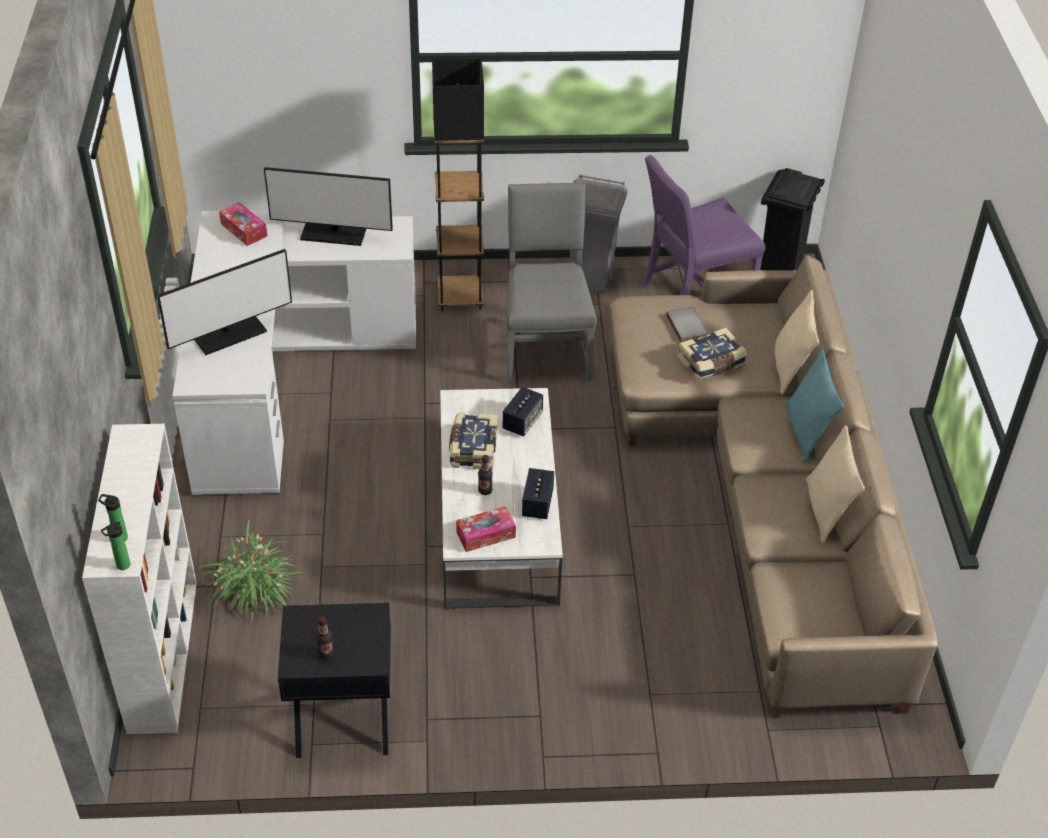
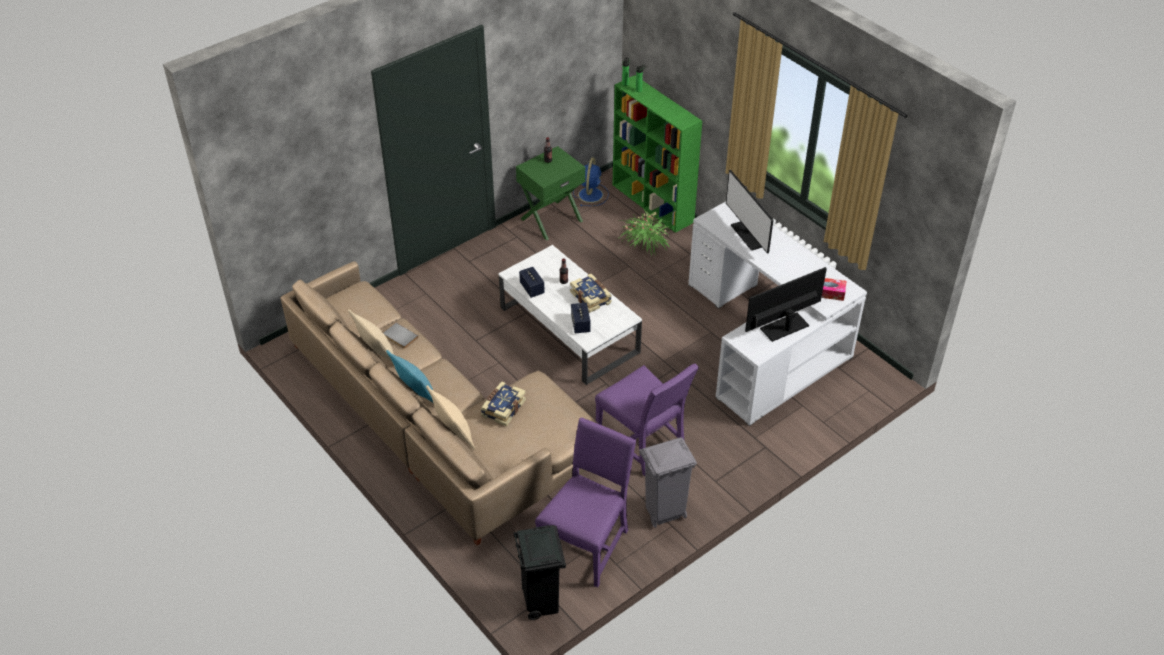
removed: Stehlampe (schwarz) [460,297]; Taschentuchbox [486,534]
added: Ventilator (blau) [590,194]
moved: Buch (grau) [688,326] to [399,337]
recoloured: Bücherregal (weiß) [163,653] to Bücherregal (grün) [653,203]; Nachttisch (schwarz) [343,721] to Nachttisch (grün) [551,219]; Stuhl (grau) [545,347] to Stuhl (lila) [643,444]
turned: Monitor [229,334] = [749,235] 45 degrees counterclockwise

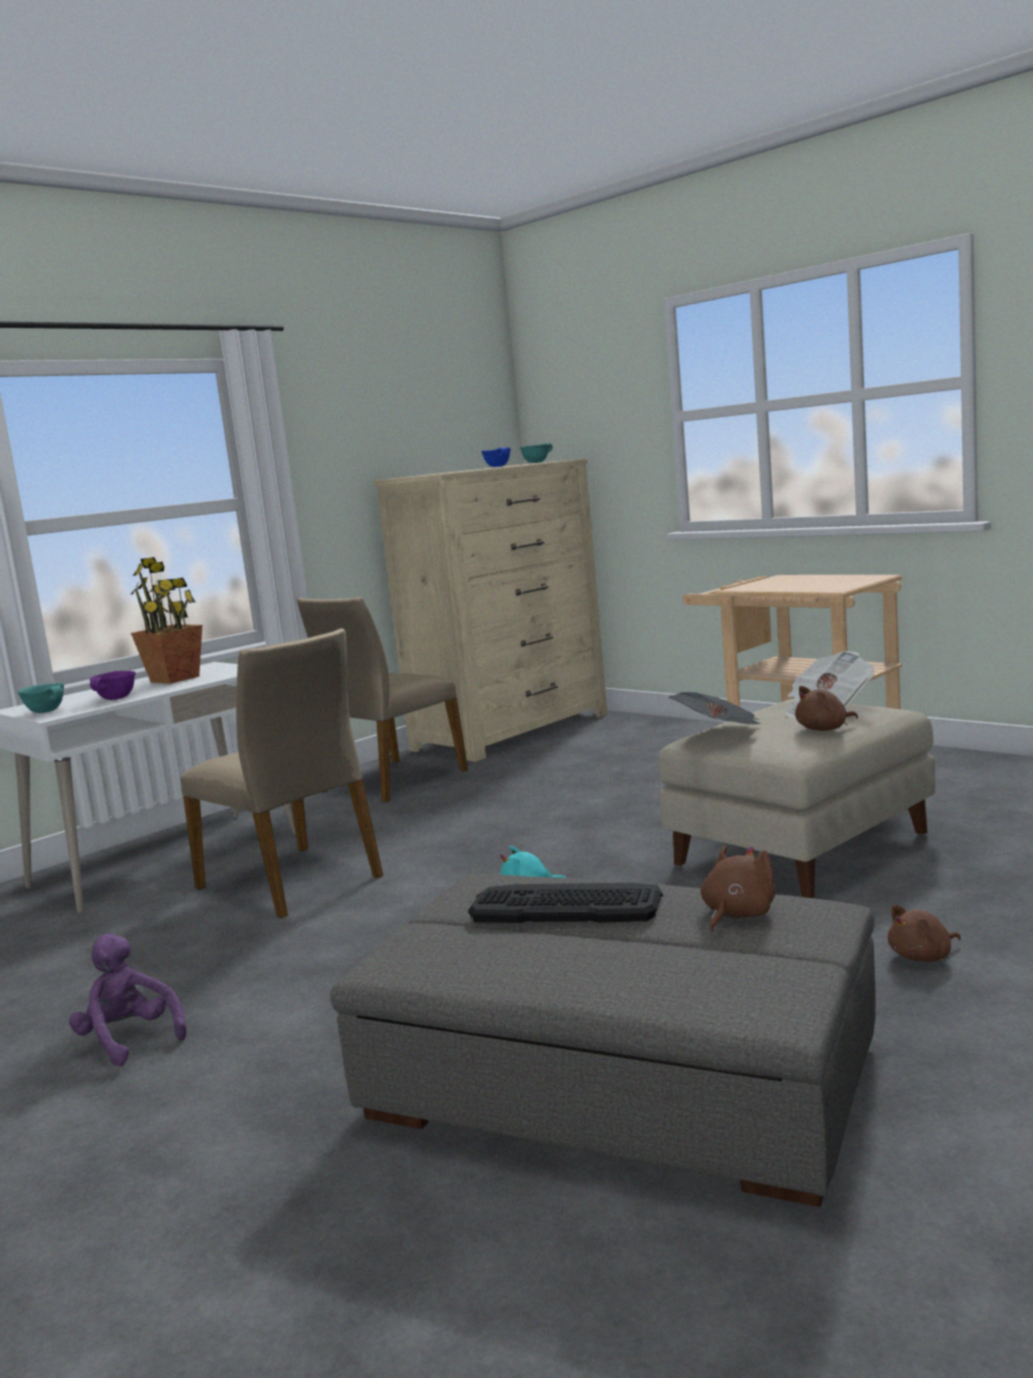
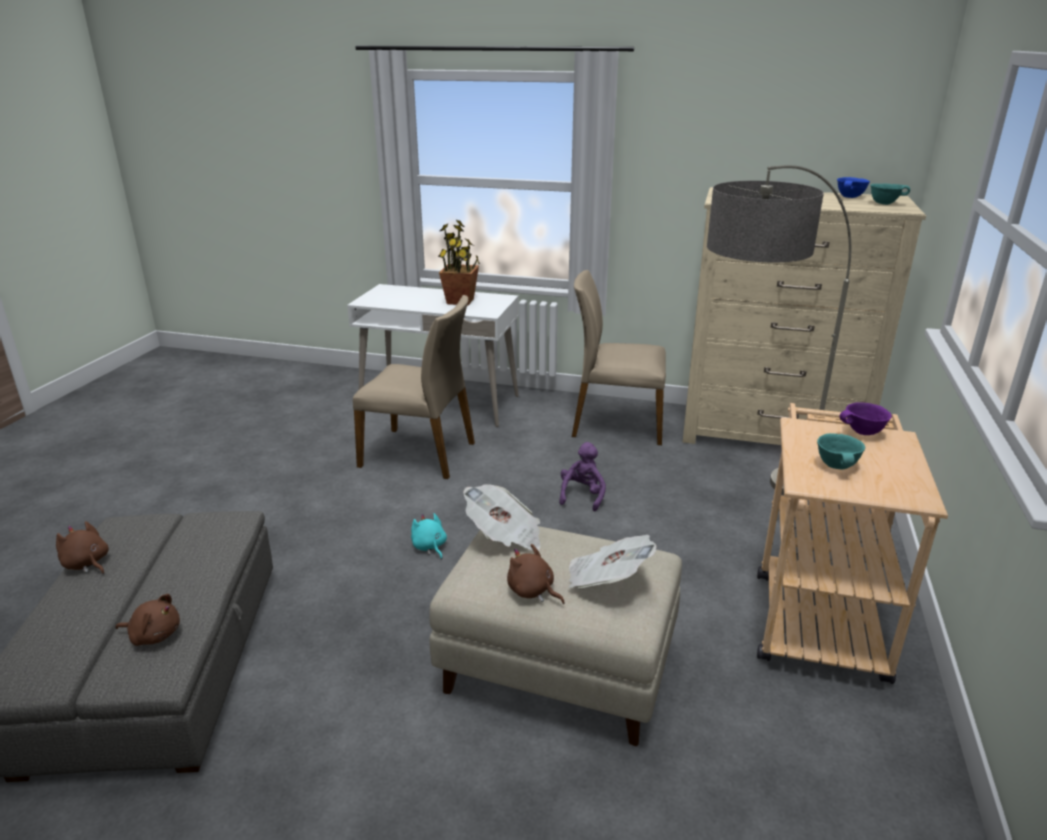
removed: Tastatur [565,904]
added: Stehlampe [748,503]
moved: Schüssel (türkis) [47,711] to [838,466]; Plüschtier (lila) [129,1040] to [582,495]; Schüssel (lila) [116,699] to [863,432]; Plüschtier (braun) [923,957] to [87,564]
turned: Stuhl (beige) [292,881] = [419,454] 90 degrees counterclockwise

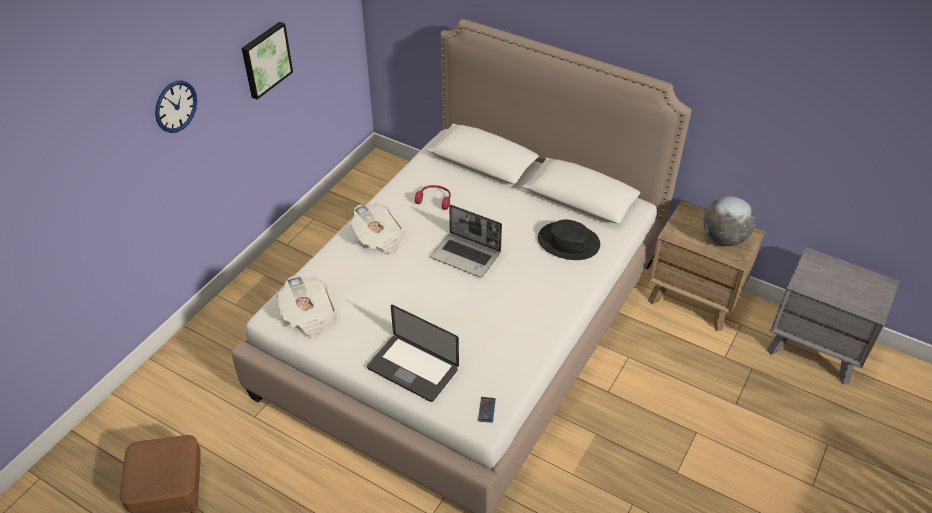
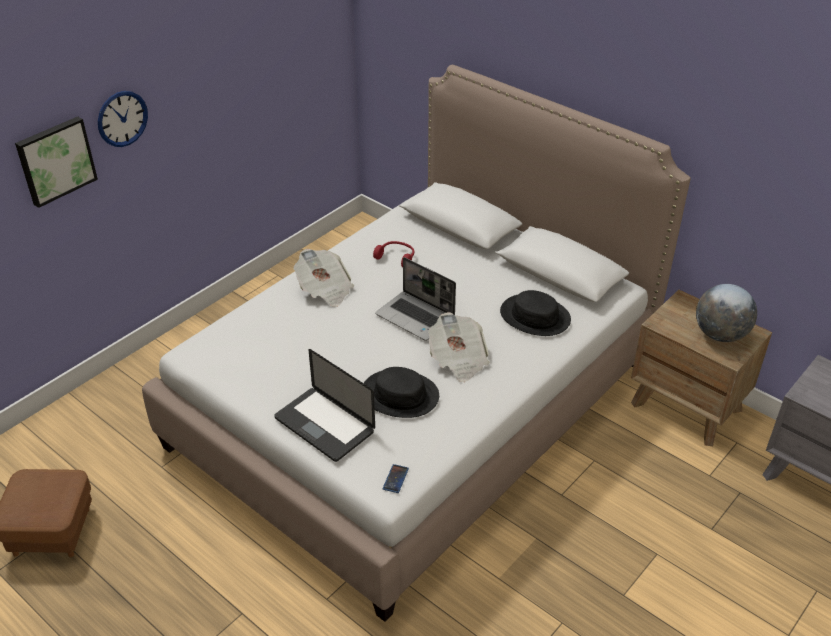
added: Hut (schwarz) [400,395]
moved: Bild [265,59] to [55,160]; Zeitung [309,316] to [458,360]

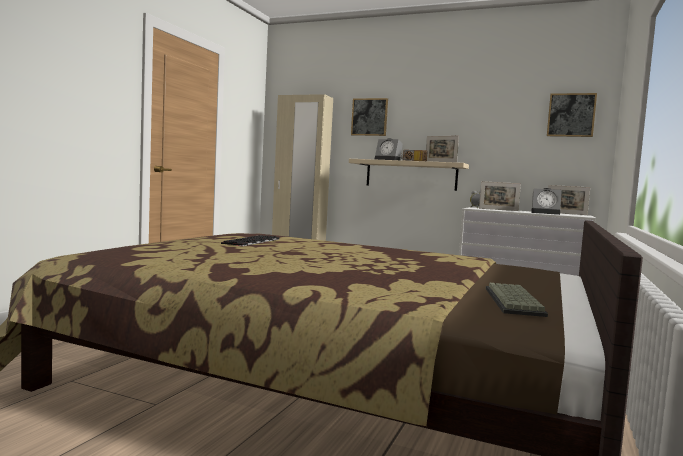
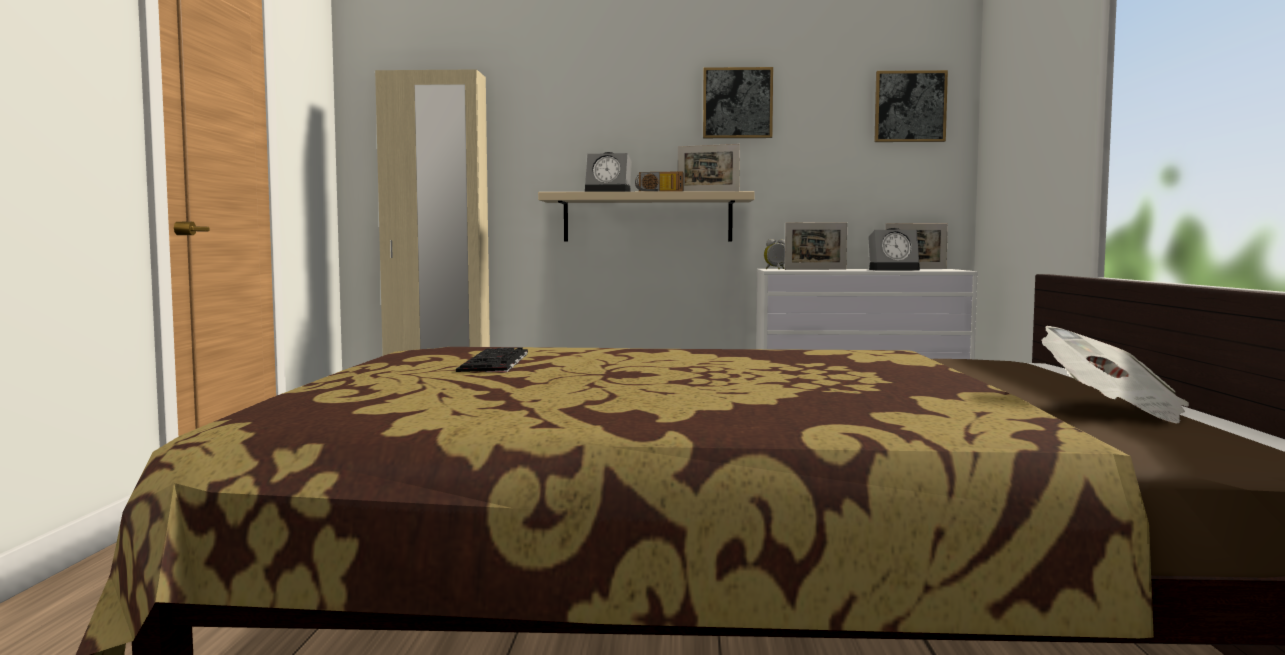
moved: Bild [369,117] to [737,103]
replaced: Tastatur [515,301] to Zeitung [1114,411]

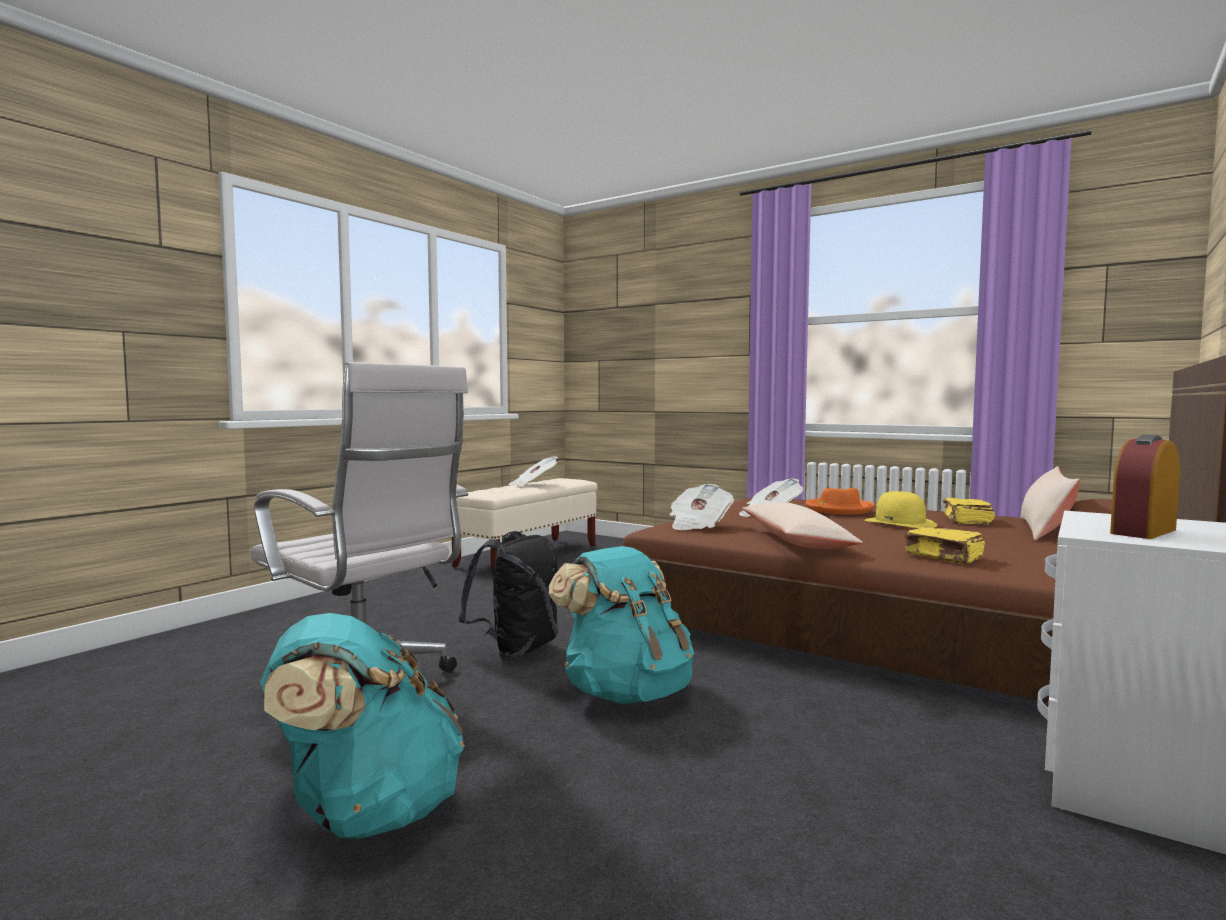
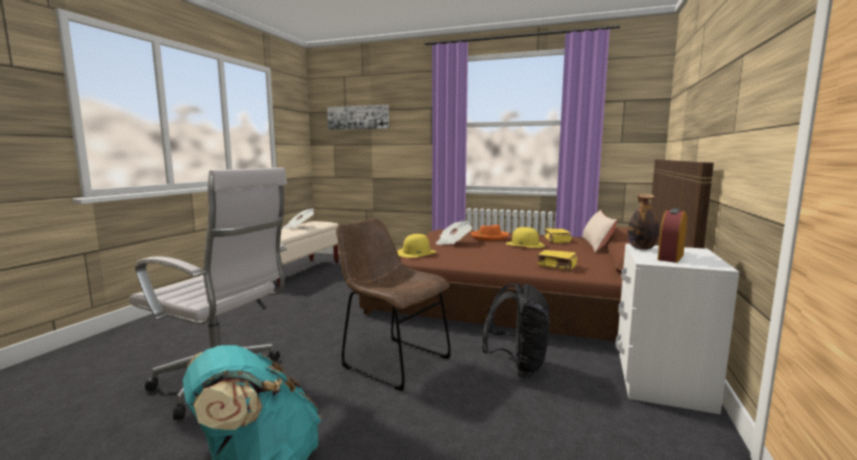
removed: Kissen (beige) [796,541]
added: Bild [358,117]; Flasche [641,248]
moved: Rucksack (schwarz) [516,650] to [517,366]
replaced: Rucksack (türkis) [626,692] to Stuhl (braun) [392,361]; Zeitung [698,525] to Hut (gelb) [416,253]

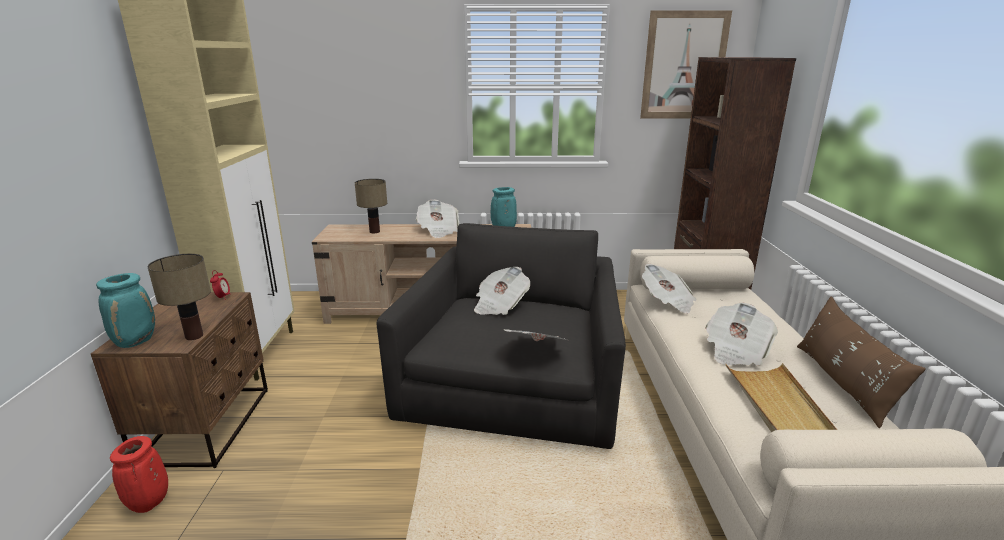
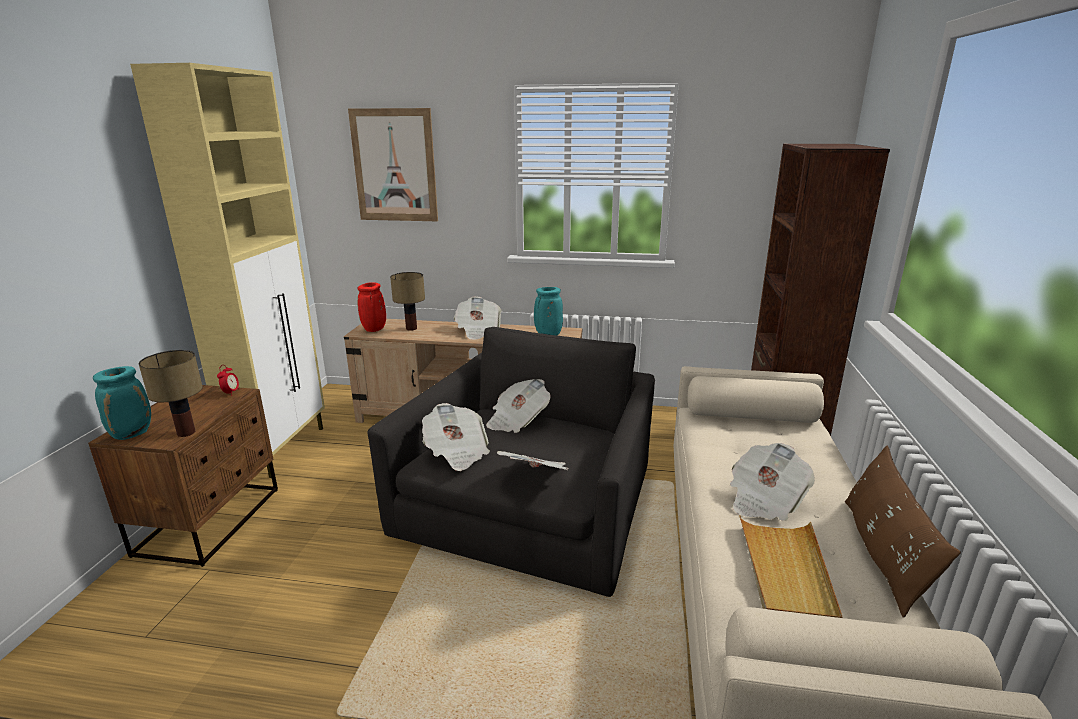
moved: Vase (rot) [149,504] to [374,330]; Bild [684,66] to [394,166]; Zeitung [667,302] to [456,452]

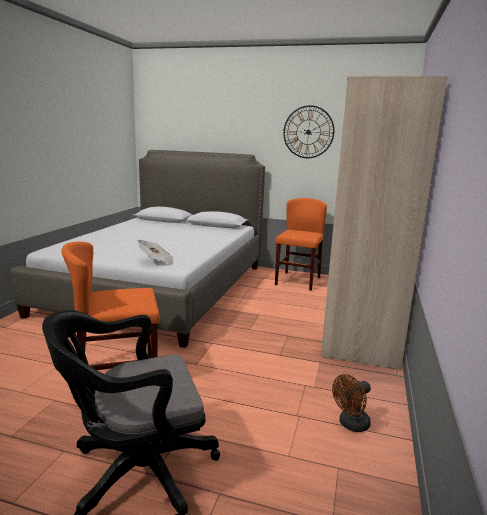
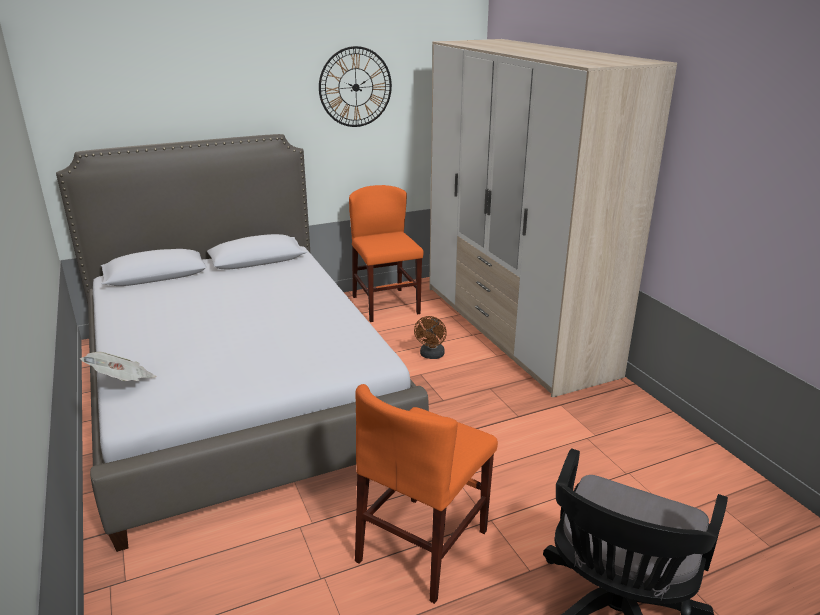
moved: Zeitung [156,261] to [123,381]; Ventilator (braun) [351,425] to [431,355]

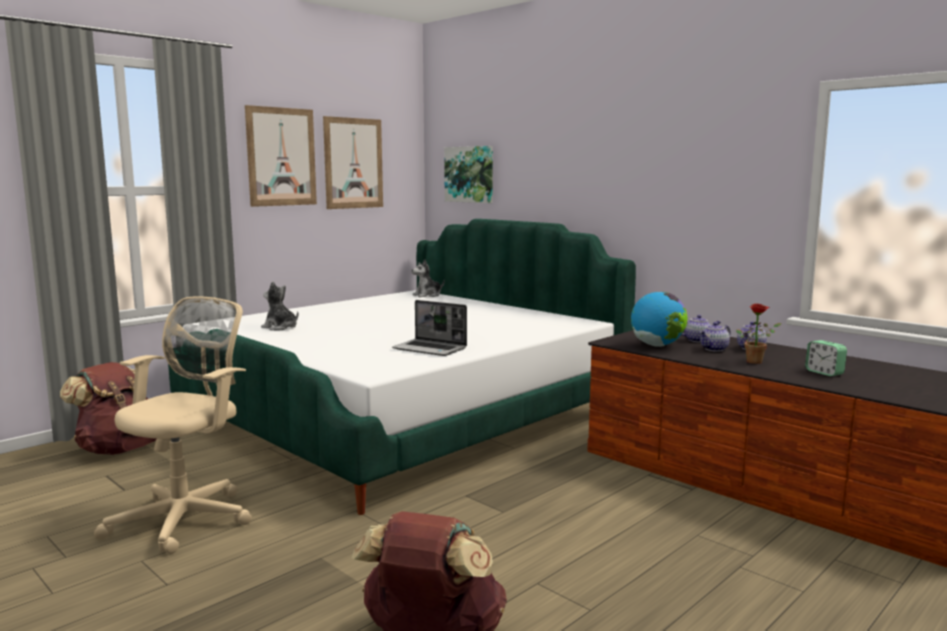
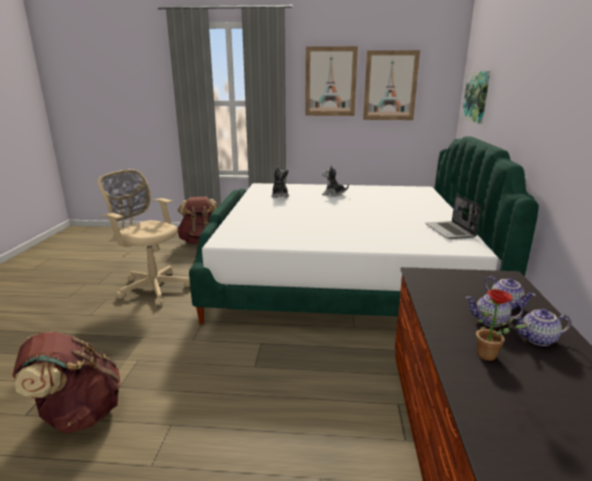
removed: Globus [657,346]; Wecker [824,372]
moved: Laptop [431,349] to [450,231]; Plüschtier [427,295] to [333,194]
turned: Bürostuhl (beige) [187,518] = [152,287] 135 degrees counterclockwise

